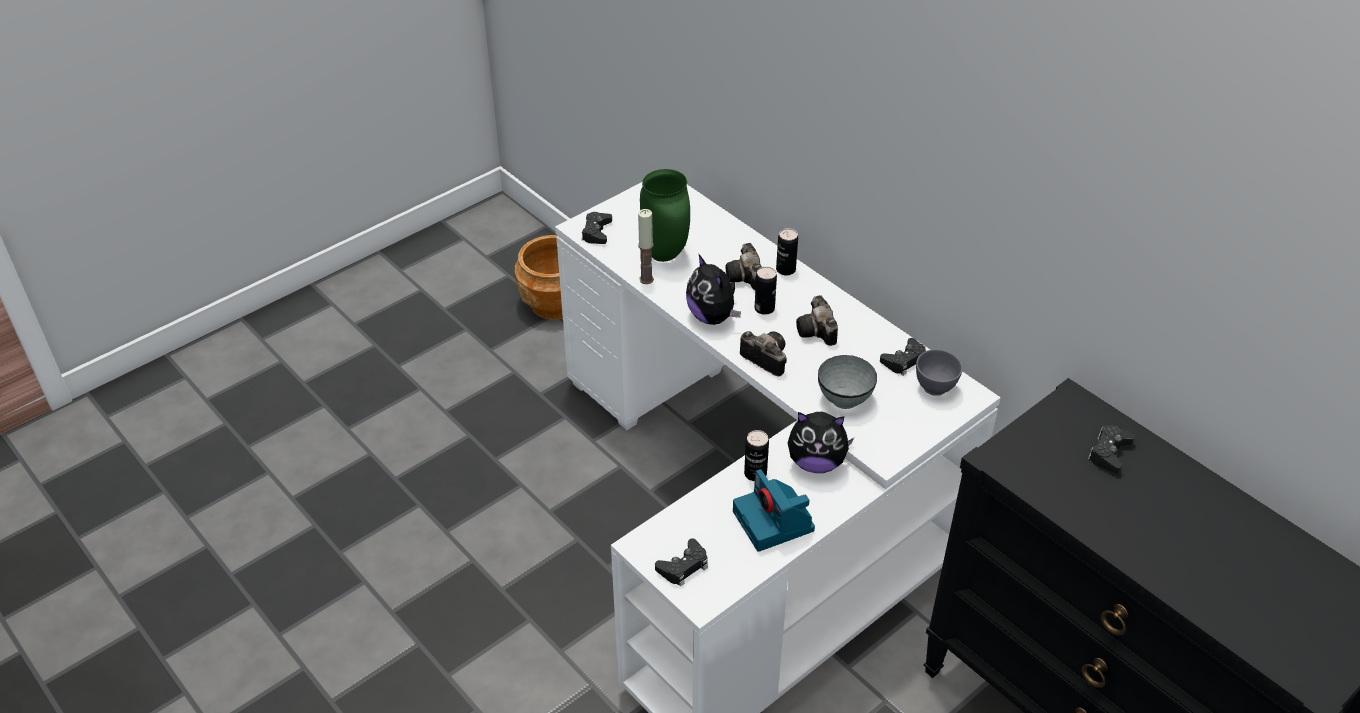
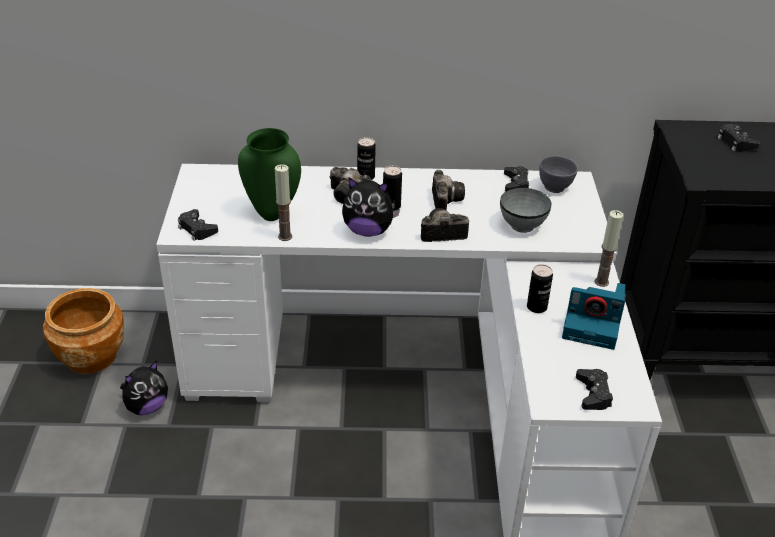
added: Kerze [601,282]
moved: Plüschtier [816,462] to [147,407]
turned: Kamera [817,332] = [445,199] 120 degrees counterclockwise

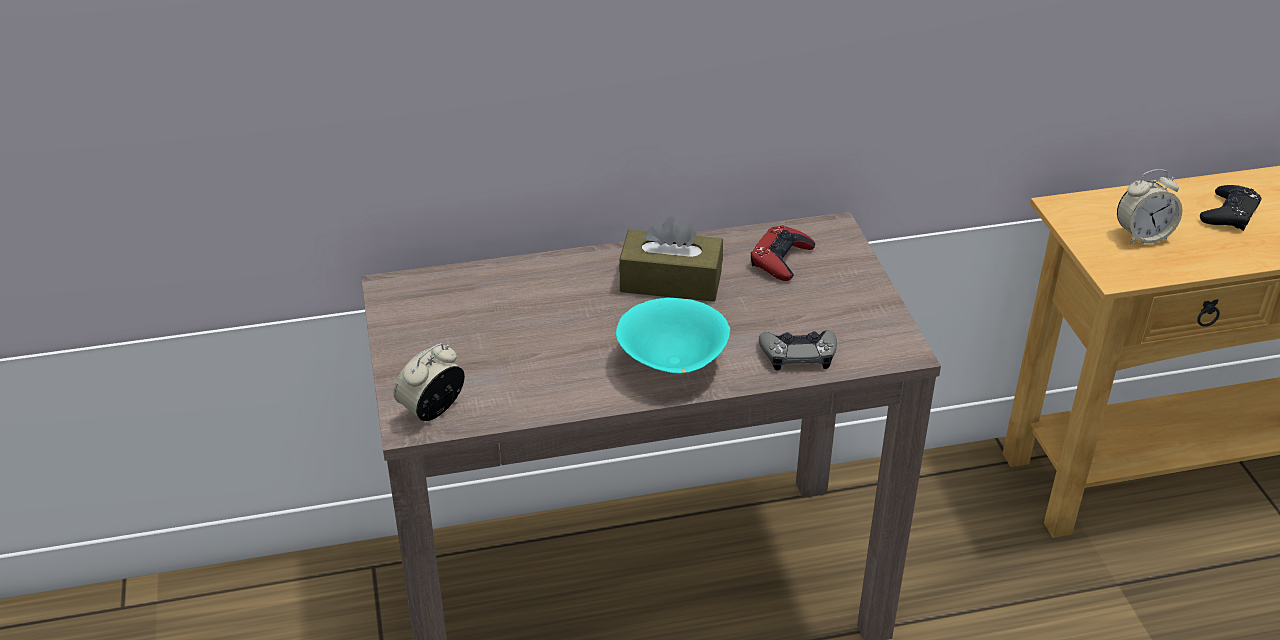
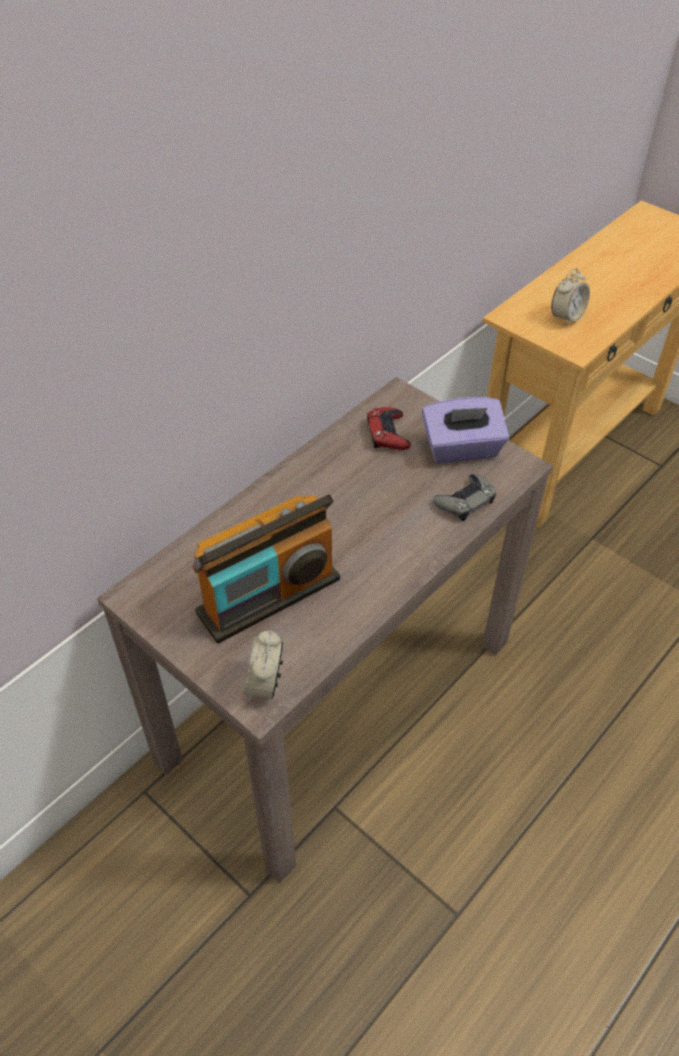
removed: Schüssel (türkis) [672,366]; Taschentuchbox (braun) [671,282]; Gamepad (schwarz) [1228,213]
added: Radio [269,596]; Taschentuchbox (lila) [462,449]

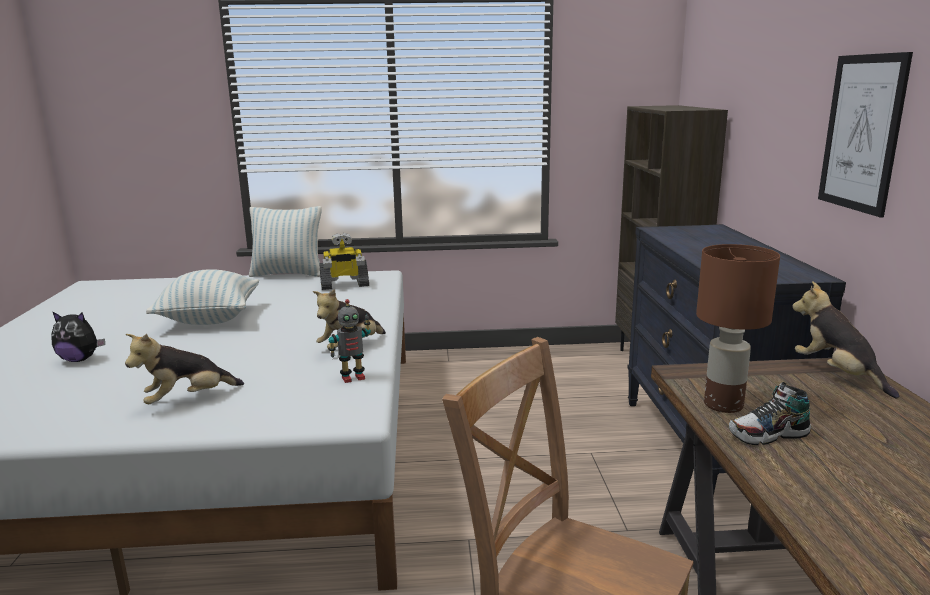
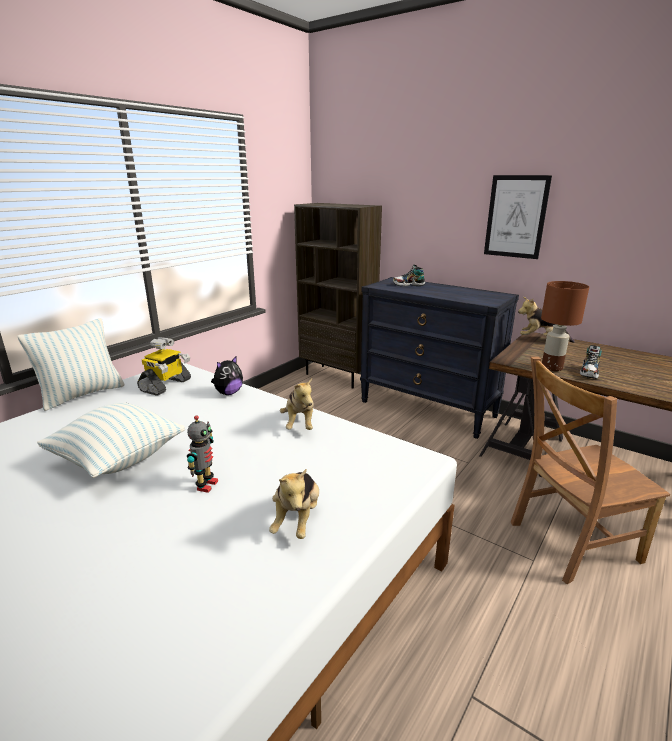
added: Schuh [408,285]
moved: Plüschtier [80,359] to [228,393]; Spielzeugroboter [353,377] to [206,485]

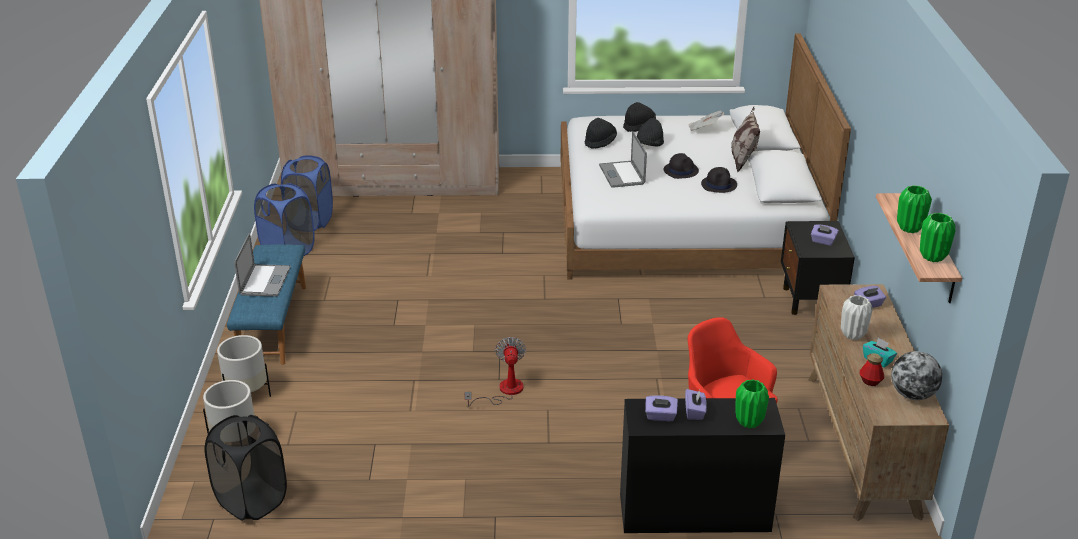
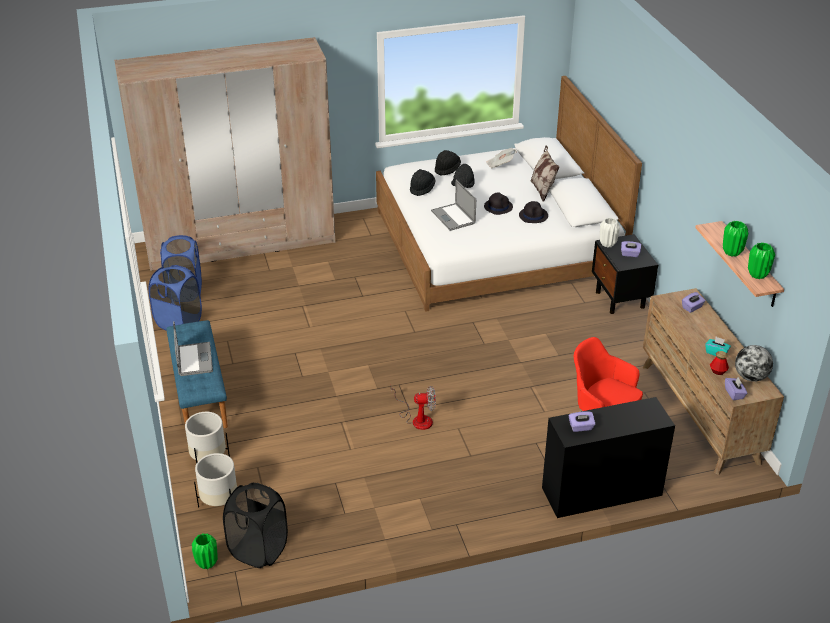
moved: Taschentuchbox (lila) [695,412] to [734,394]; Vase (grün) [748,422] to [206,563]; Vase (weiß) [852,335] to [607,244]
turned: Ventilator [504,391] = [417,418] 105 degrees clockwise

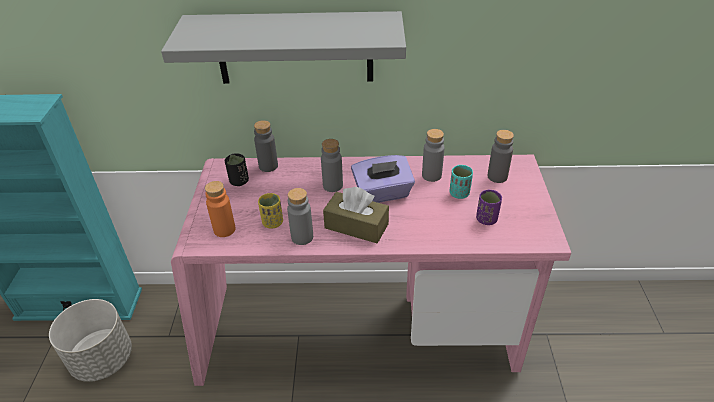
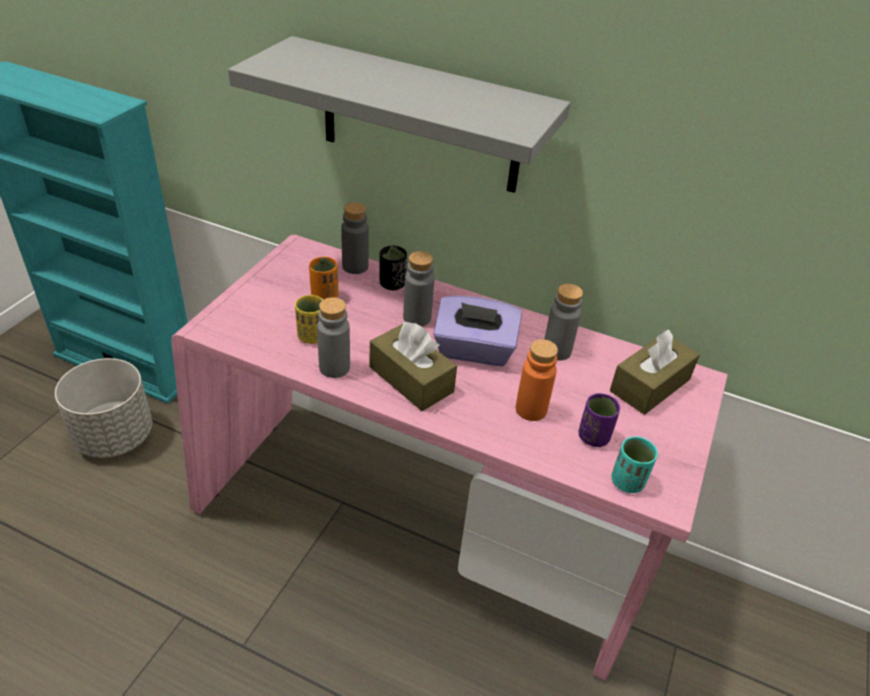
added: Tasse (orange) [324,296]
moved: Flasche (orange) [224,229] to [531,409]; Tasse (schwarz) [239,181] to [392,284]; Tasse (türkis) [459,194] to [627,482]
replaced: Flasche (grau) [497,176] to Taschentuchbox (braun) [650,385]

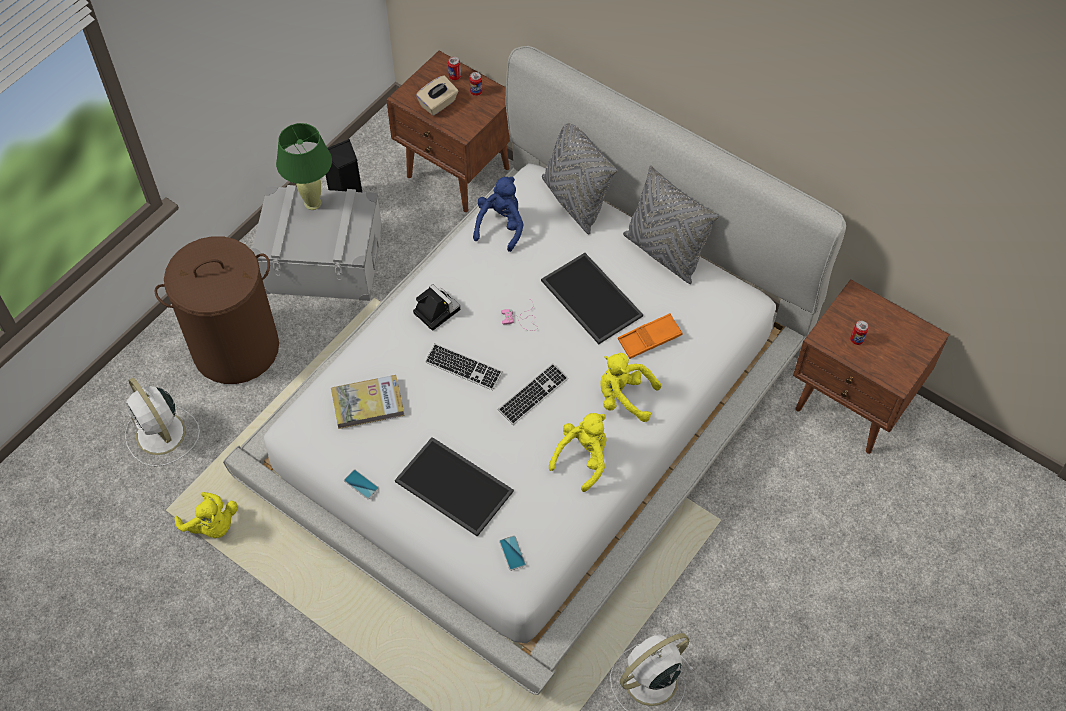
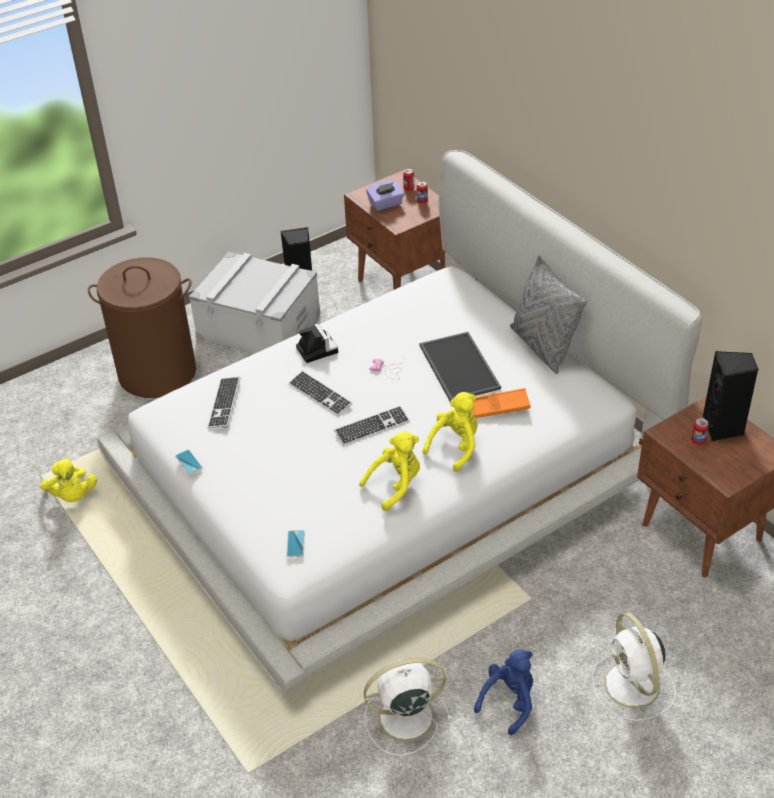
removed: Tischlampe (grün) [313,203]; Tablett [456,485]; Kissen (grau) [574,201]
added: Lautsprecher (schwarz) [723,428]
moved: Ventilator (weiß) [162,435] to [633,687]; Plüschtier (blau) [501,226] to [509,702]
replaced: Buch [368,403] to Tastatur [224,404]
recoloured: Taschentuchbox (beige) [438,104] to Taschentuchbox (lila) [385,204]
turned: Plüschtier (gelb) [624,397] = [455,447] 90 degrees clockwise

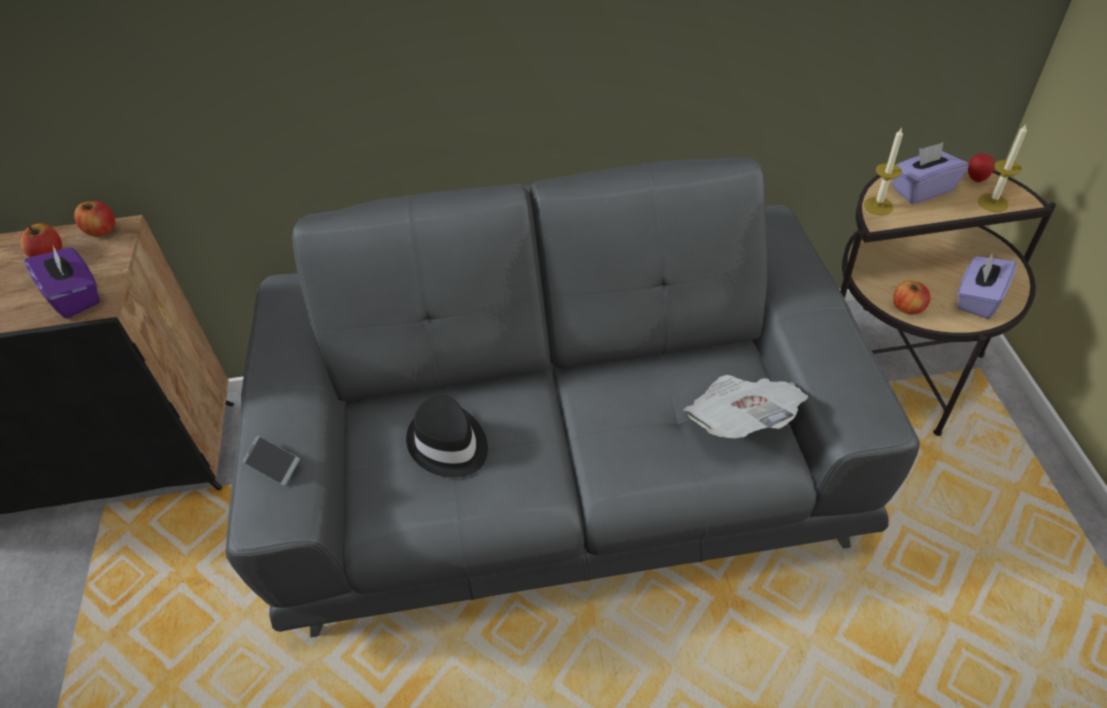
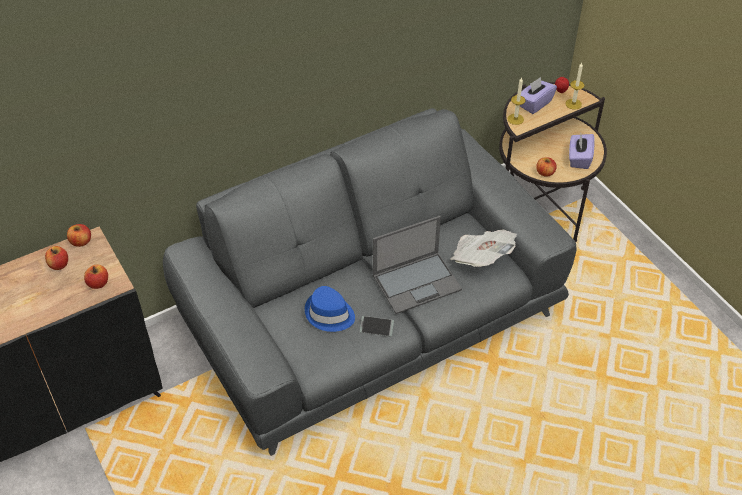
added: Laptop [417,282]
moved: Handy [273,464] to [376,328]
replaced: Taschentuchbox (lila) [75,296] to Apfel [98,283]
recoloured: Hut (schwarz) [448,444] to Hut (blau) [329,314]

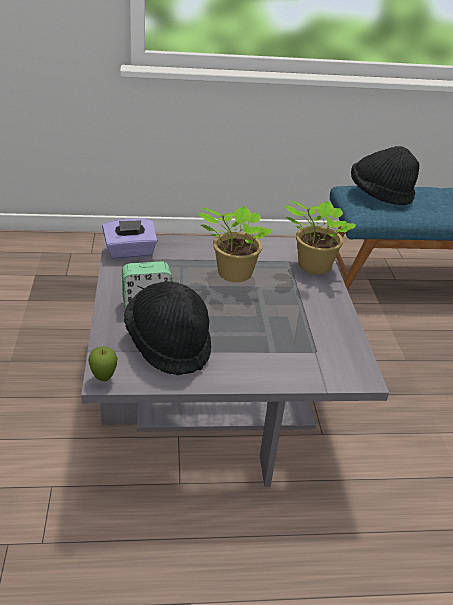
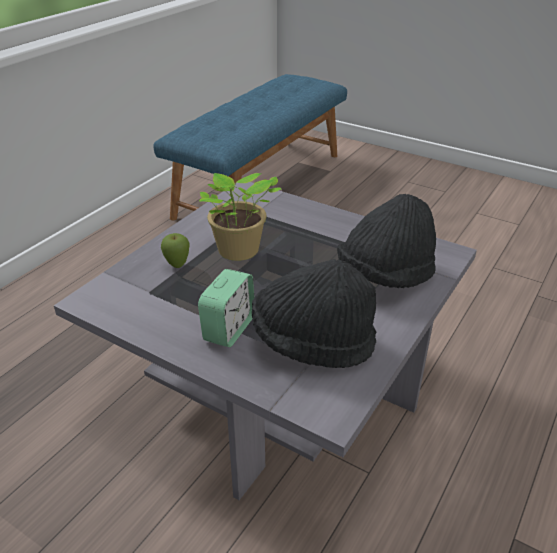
removed: Taschentuchbox (lila) [130,252]; Topfpflanze [312,266]
moved: Apfel [104,378] to [177,266]; Hut (schwarz) [379,195] to [385,275]

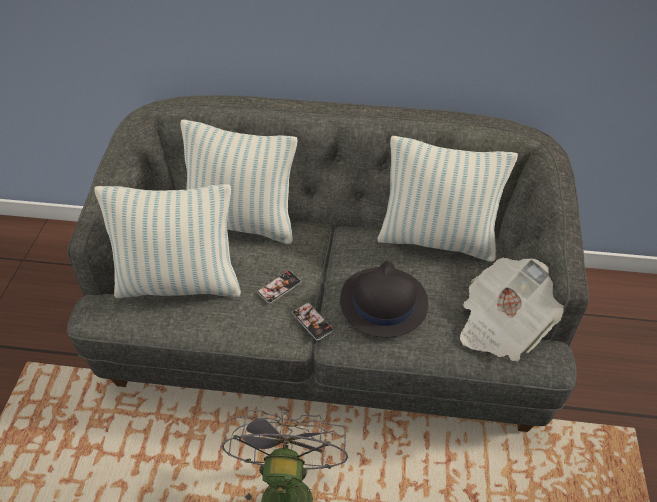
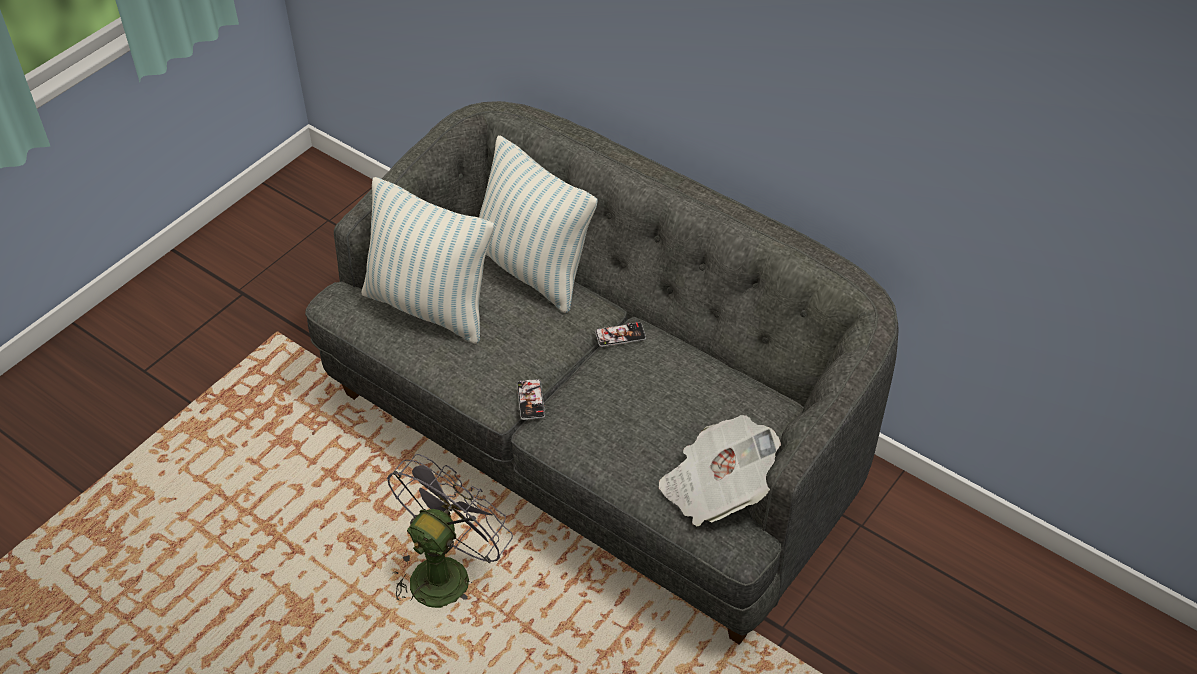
removed: Hut (schwarz) [383,302]; Kissen [436,240]
moved: Handy [279,287] to [620,335]

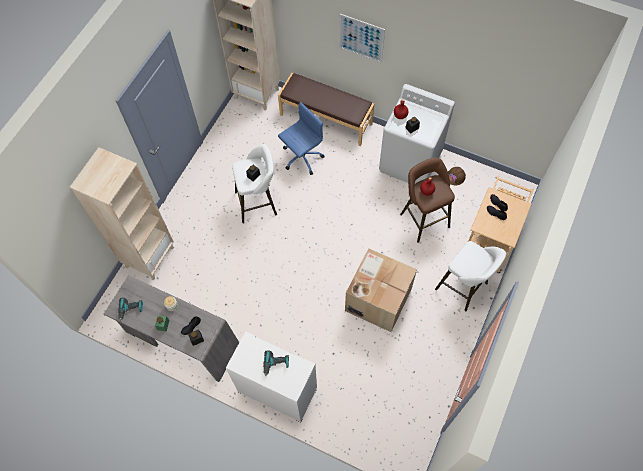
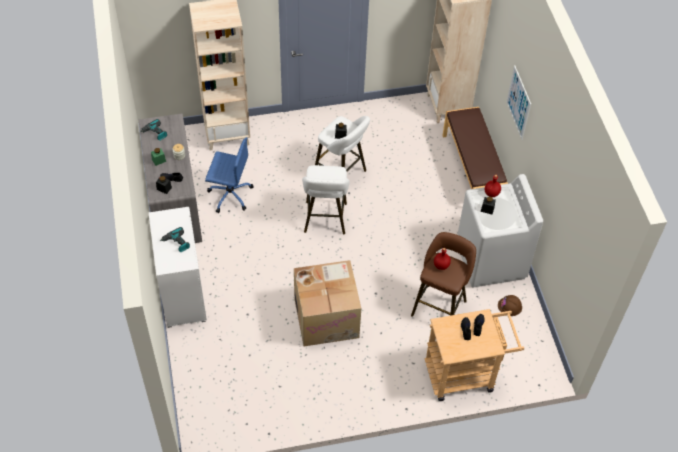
moved: Bürostuhl (blau) [301,158] to [229,194]; Hocker (weiß) [464,288] to [325,220]

